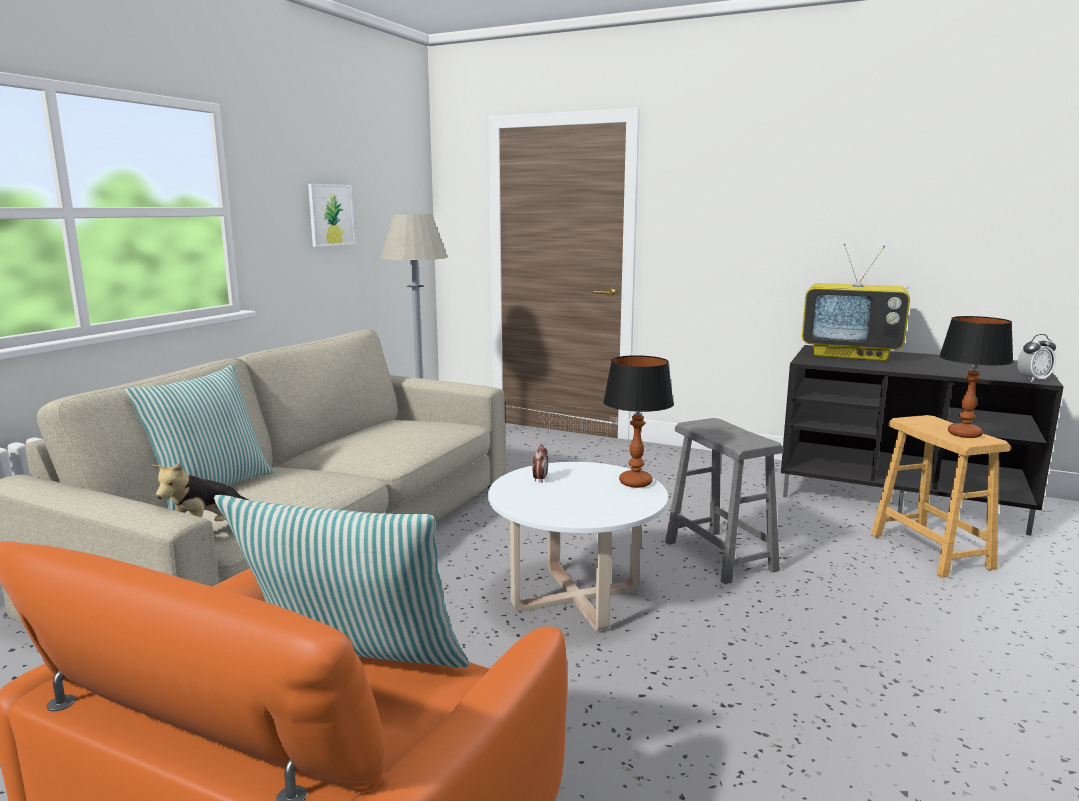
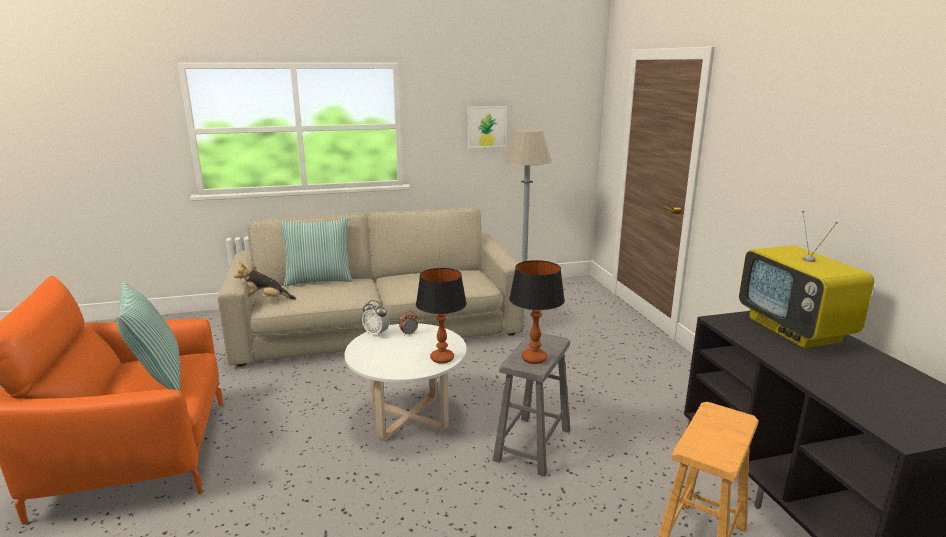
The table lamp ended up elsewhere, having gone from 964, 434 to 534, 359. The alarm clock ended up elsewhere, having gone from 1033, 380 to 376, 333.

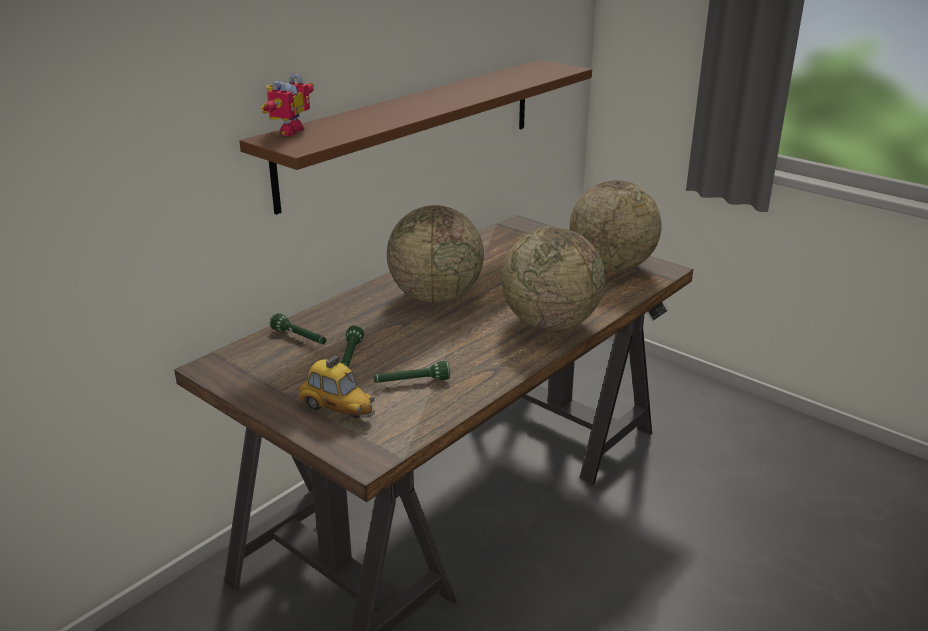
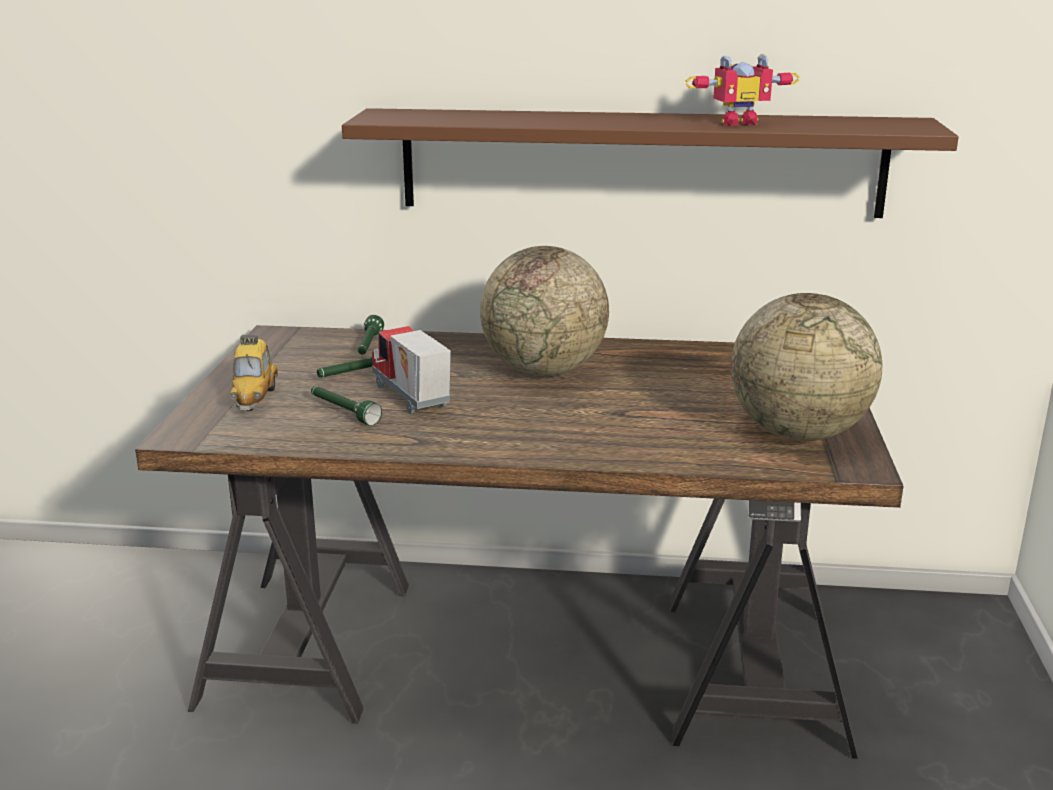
The second view lost the globe at 550, 324. The second view gained the toy truck at 409, 398. The toy robot ended up elsewhere, having gone from 287, 131 to 737, 122.

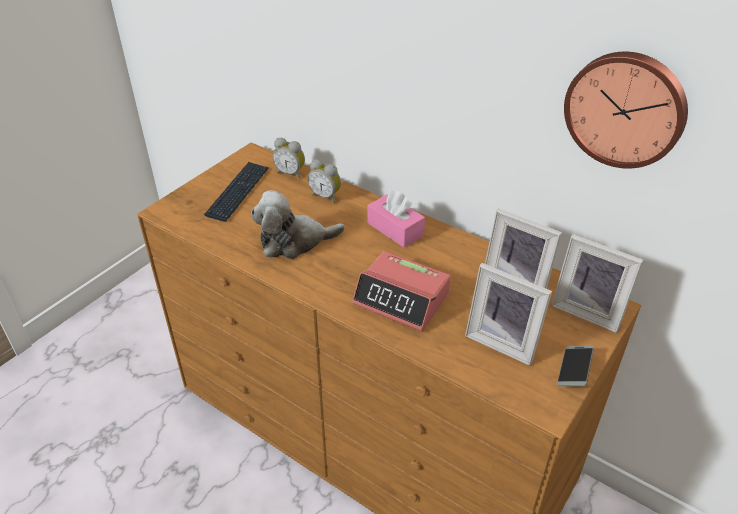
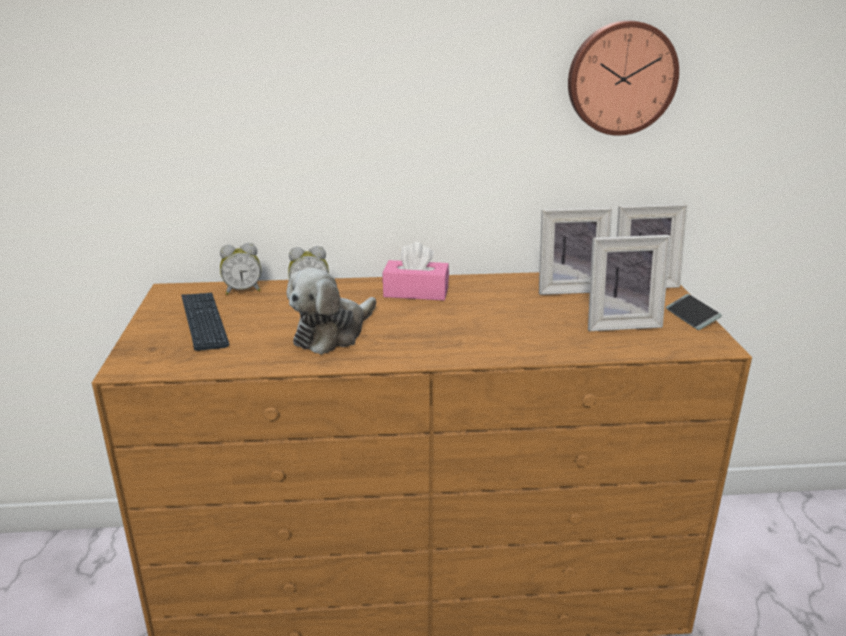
The second view lost the alarm clock at 402, 299.

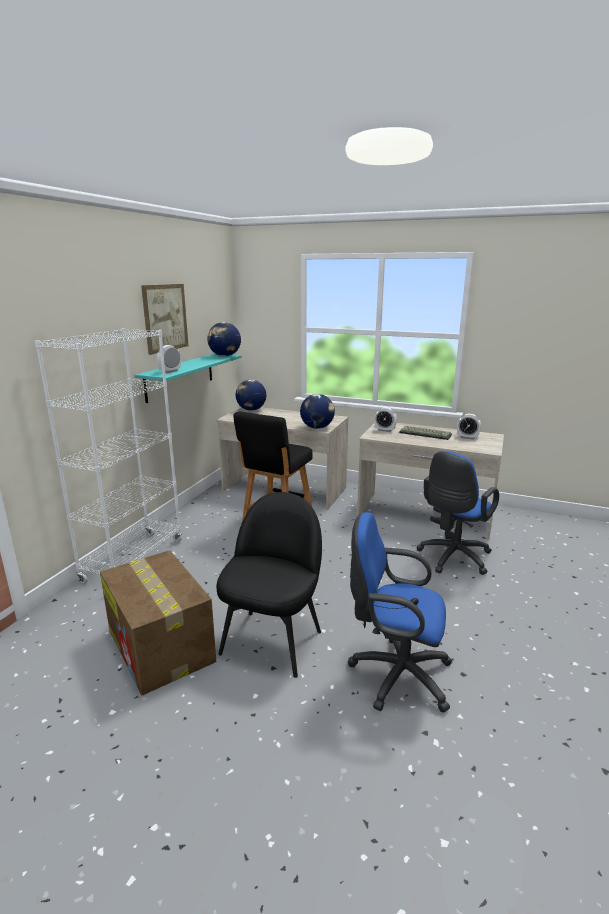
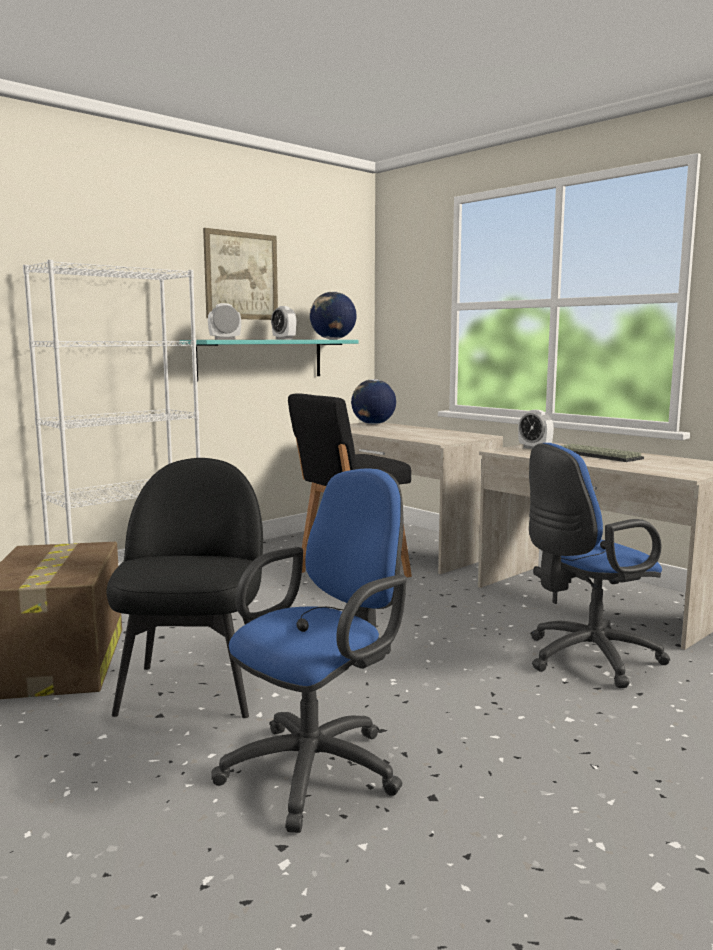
The second view lost the globe at 317, 428. The alarm clock ended up elsewhere, having gone from 467, 437 to 284, 339. The black chair at 272, 640 ended up facing another way, 45 degrees counterclockwise from before. The blue office chair at 395, 674 ended up facing another way, 90 degrees clockwise from before.

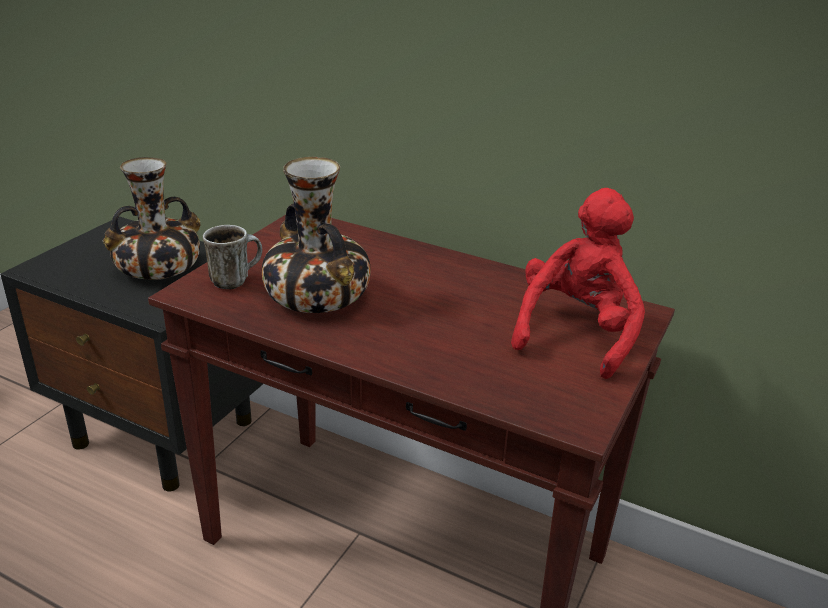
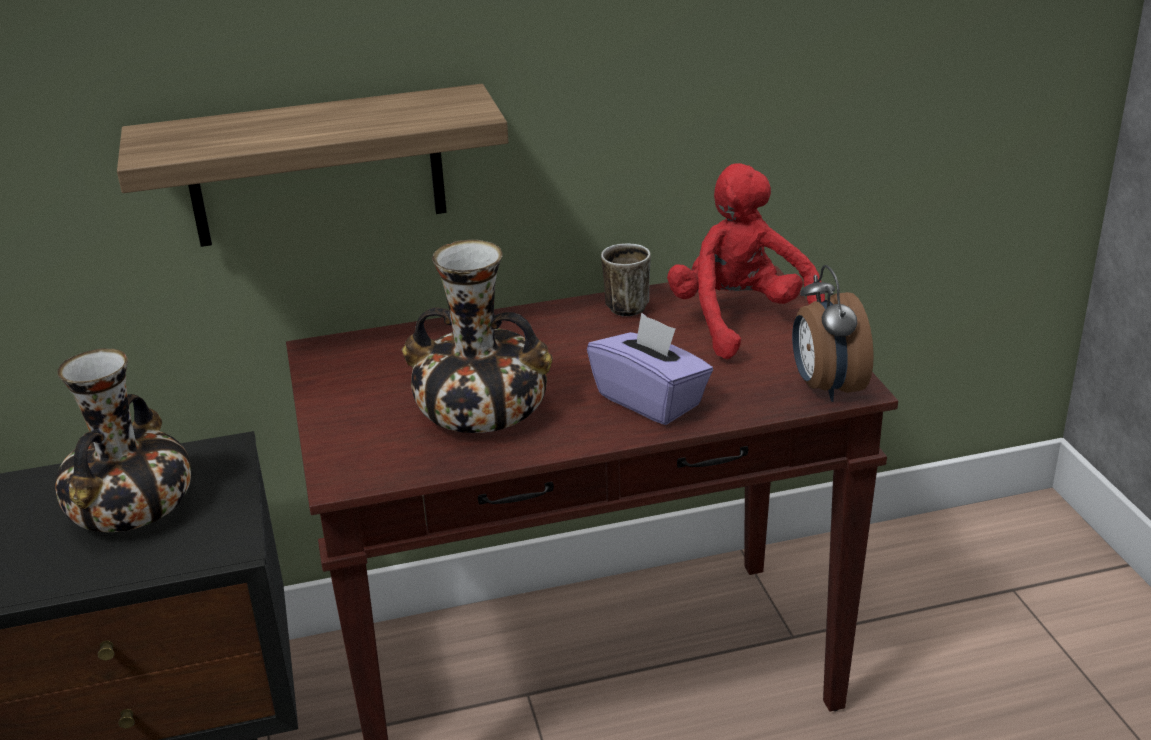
The second view gained the shelf at 316, 167. The second view gained the purple tissue box at 650, 400. The second view gained the alarm clock at 826, 387. The mug ended up elsewhere, having gone from 235, 280 to 627, 304.

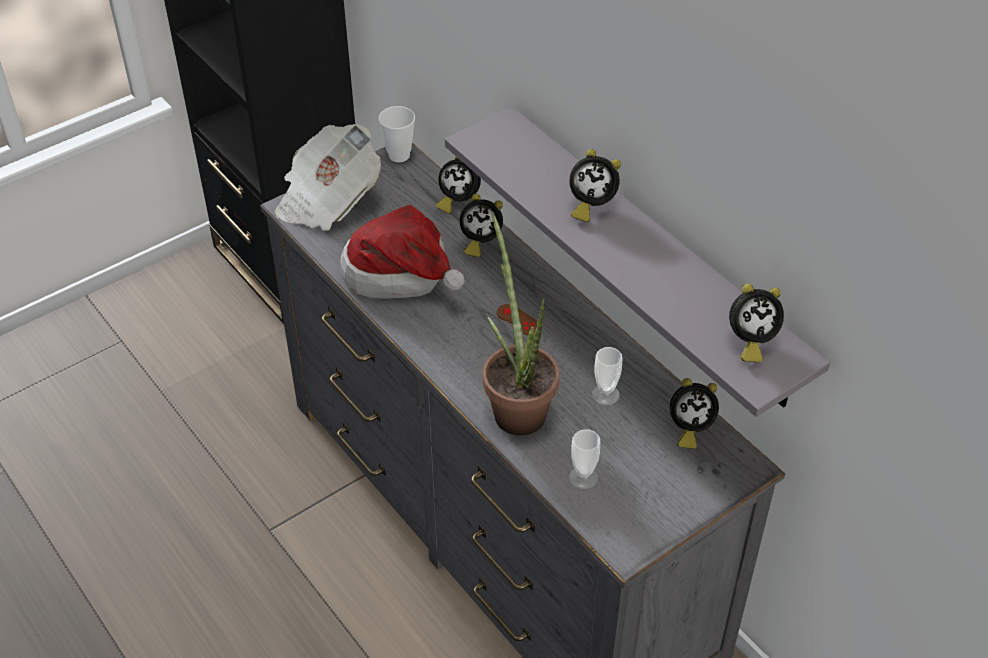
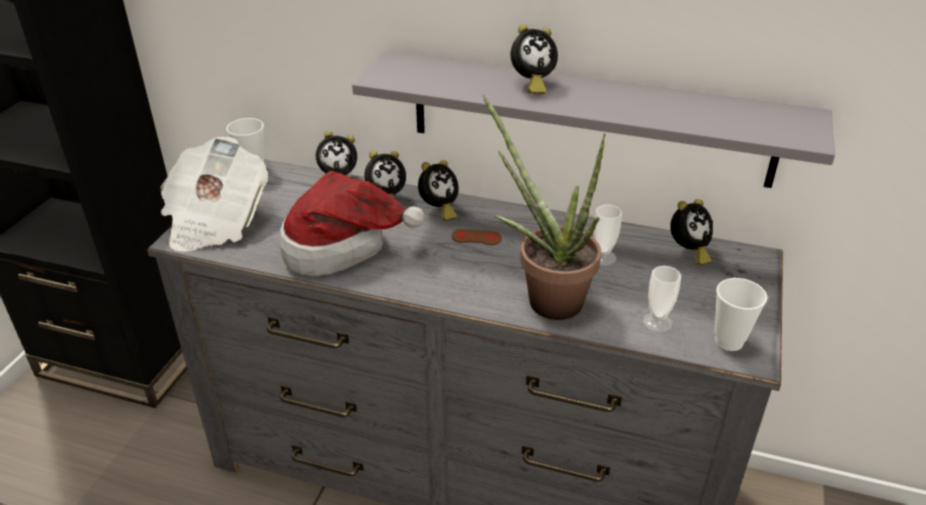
The second view gained the cup at 729, 341. The alarm clock ended up elsewhere, having gone from 749, 341 to 438, 210.

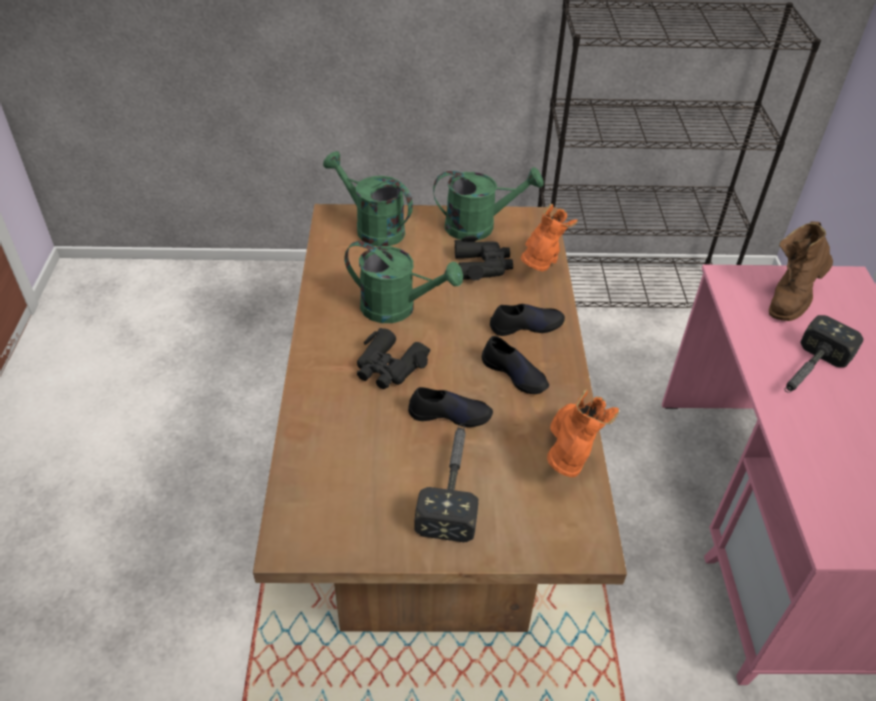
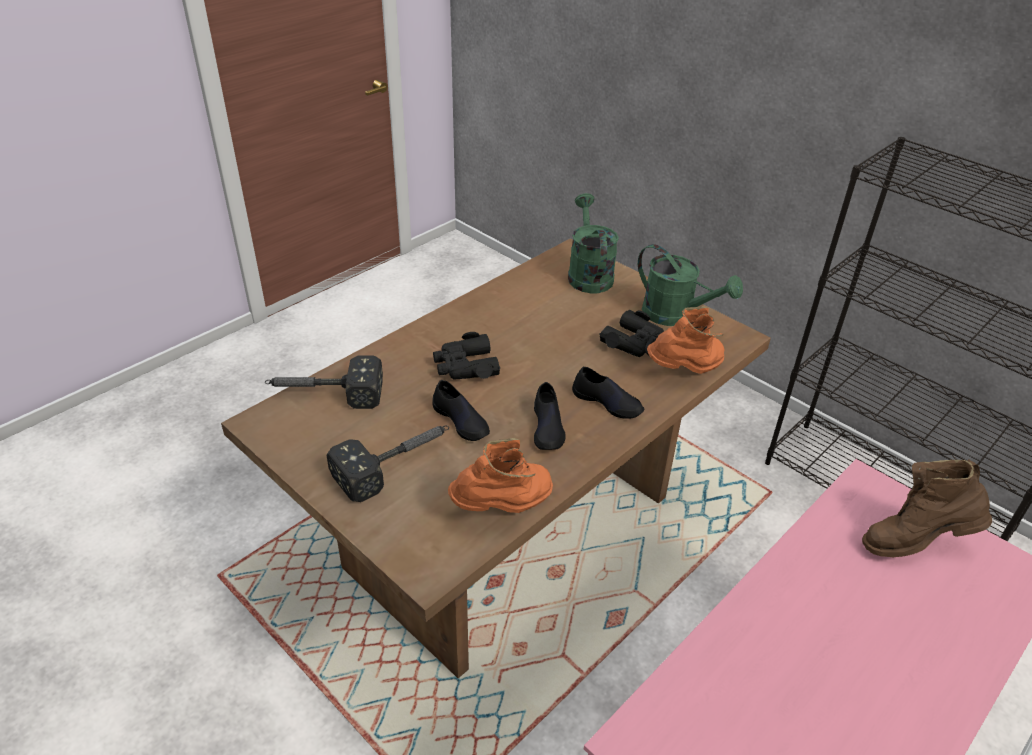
The second view lost the green watering can at 398, 308. The hammer ended up elsewhere, having gone from 808, 372 to 324, 393.

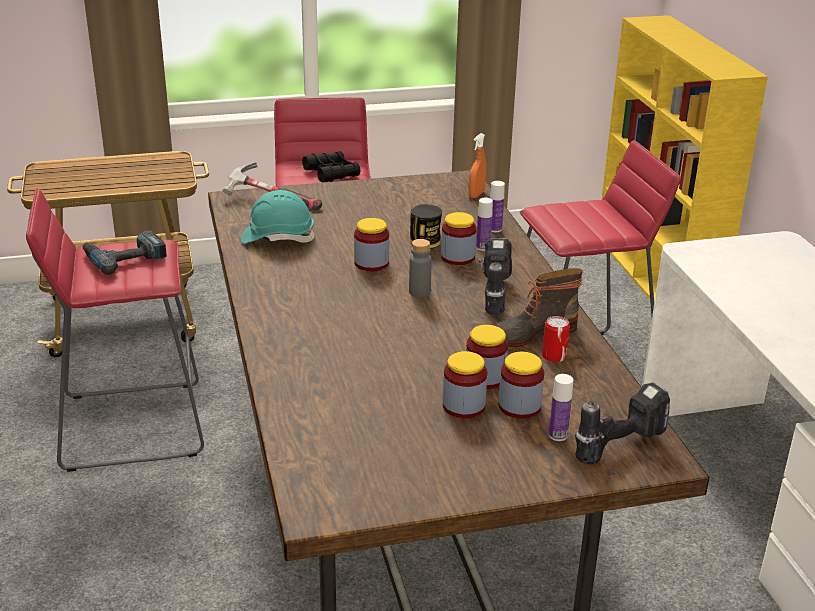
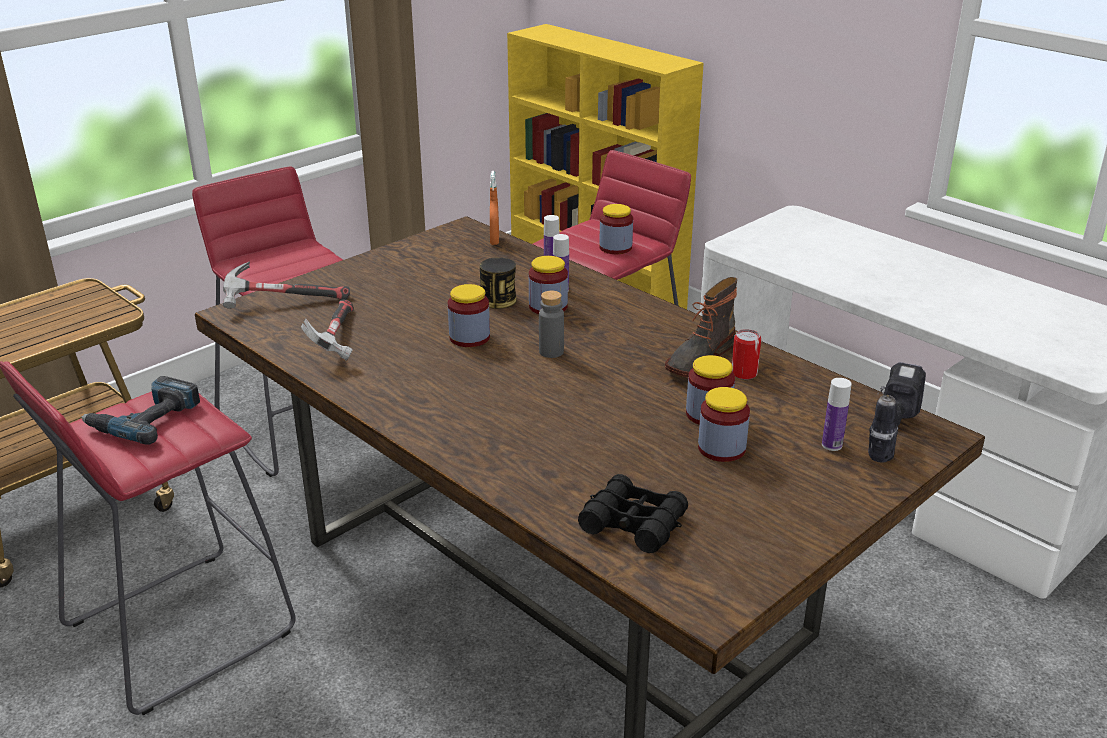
The second view lost the power drill at 492, 294. The black binoculars ended up elsewhere, having gone from 331, 173 to 633, 523. The jar ended up elsewhere, having gone from 519, 406 to 615, 248. Where the turquoise hard hat stood at 277, 237, the hammer came to stand at 336, 340.

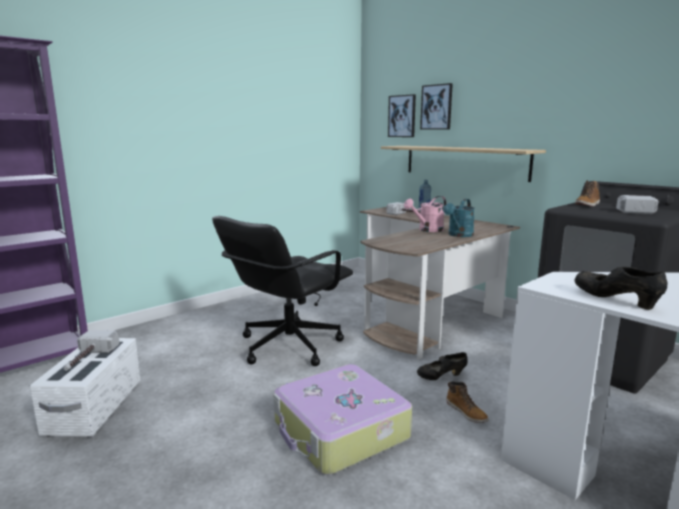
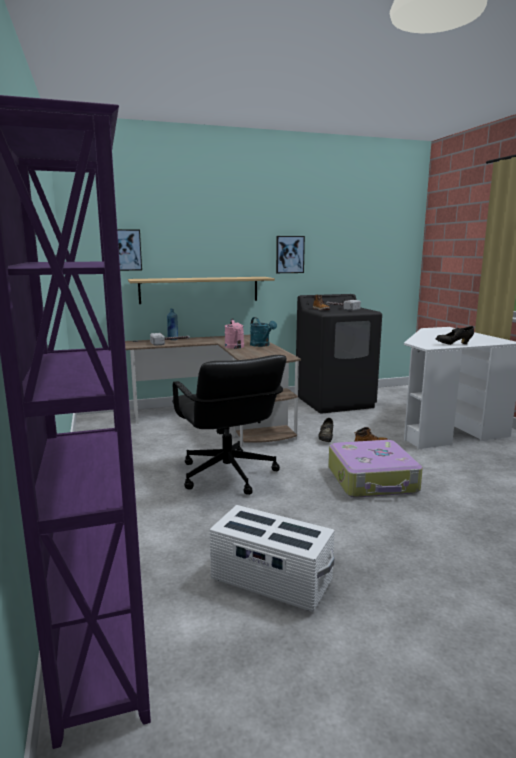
The second view lost the hammer at 87, 359. The picture ended up elsewhere, having gone from 436, 107 to 289, 254.

